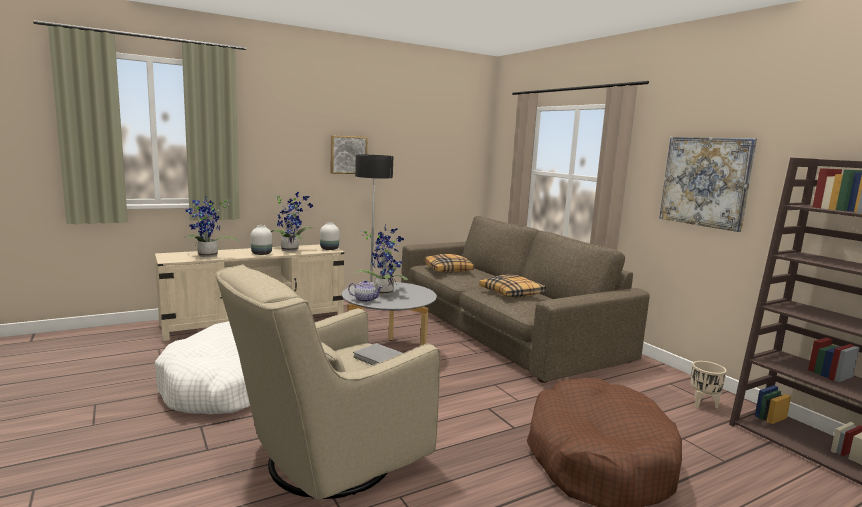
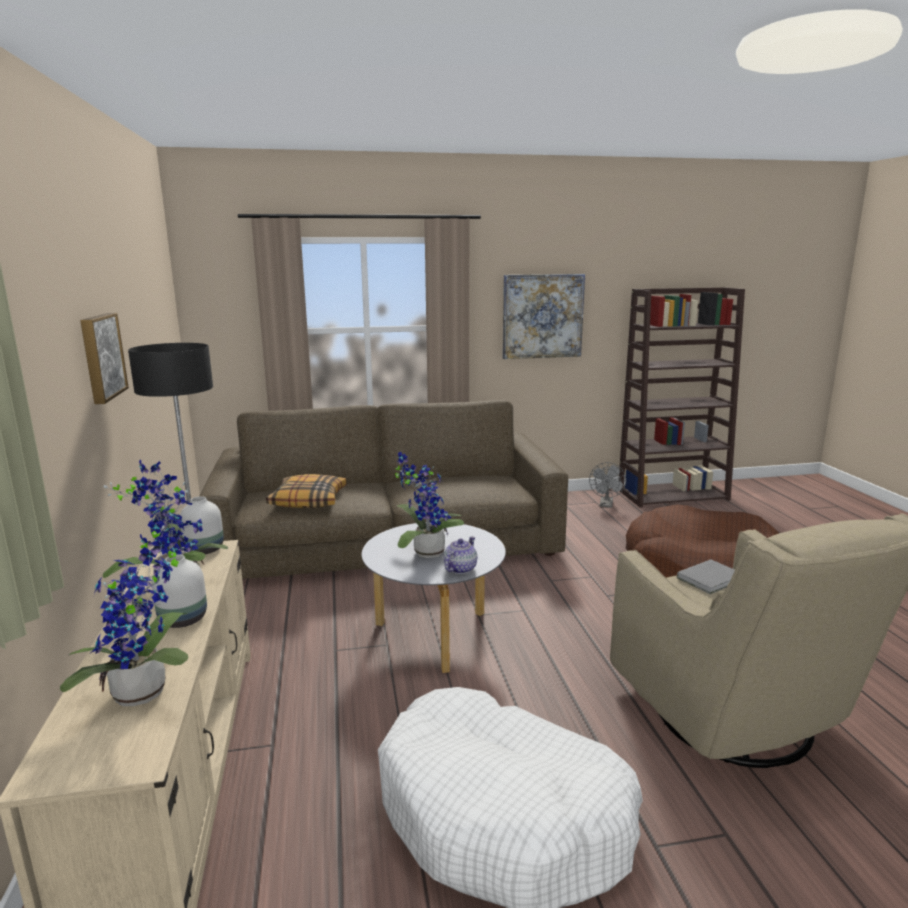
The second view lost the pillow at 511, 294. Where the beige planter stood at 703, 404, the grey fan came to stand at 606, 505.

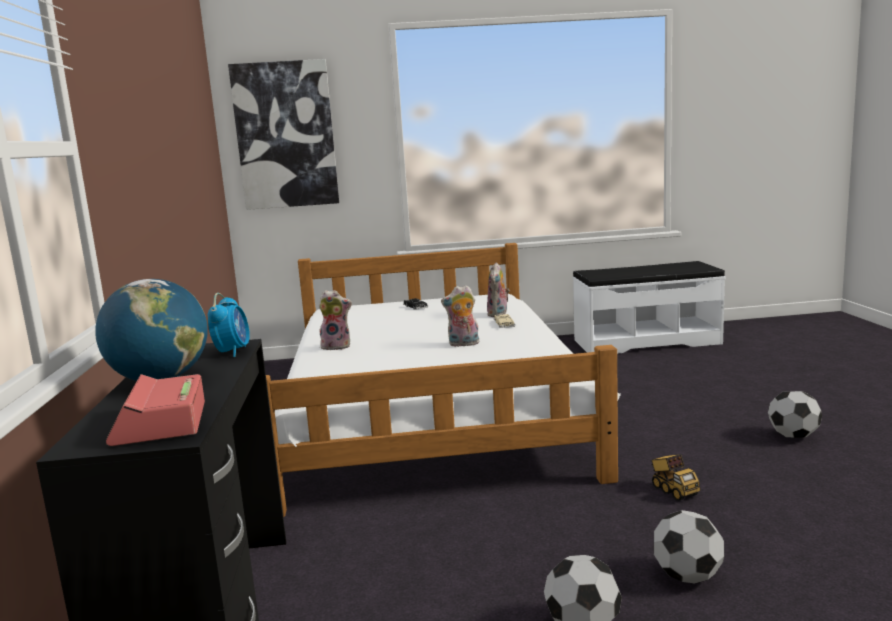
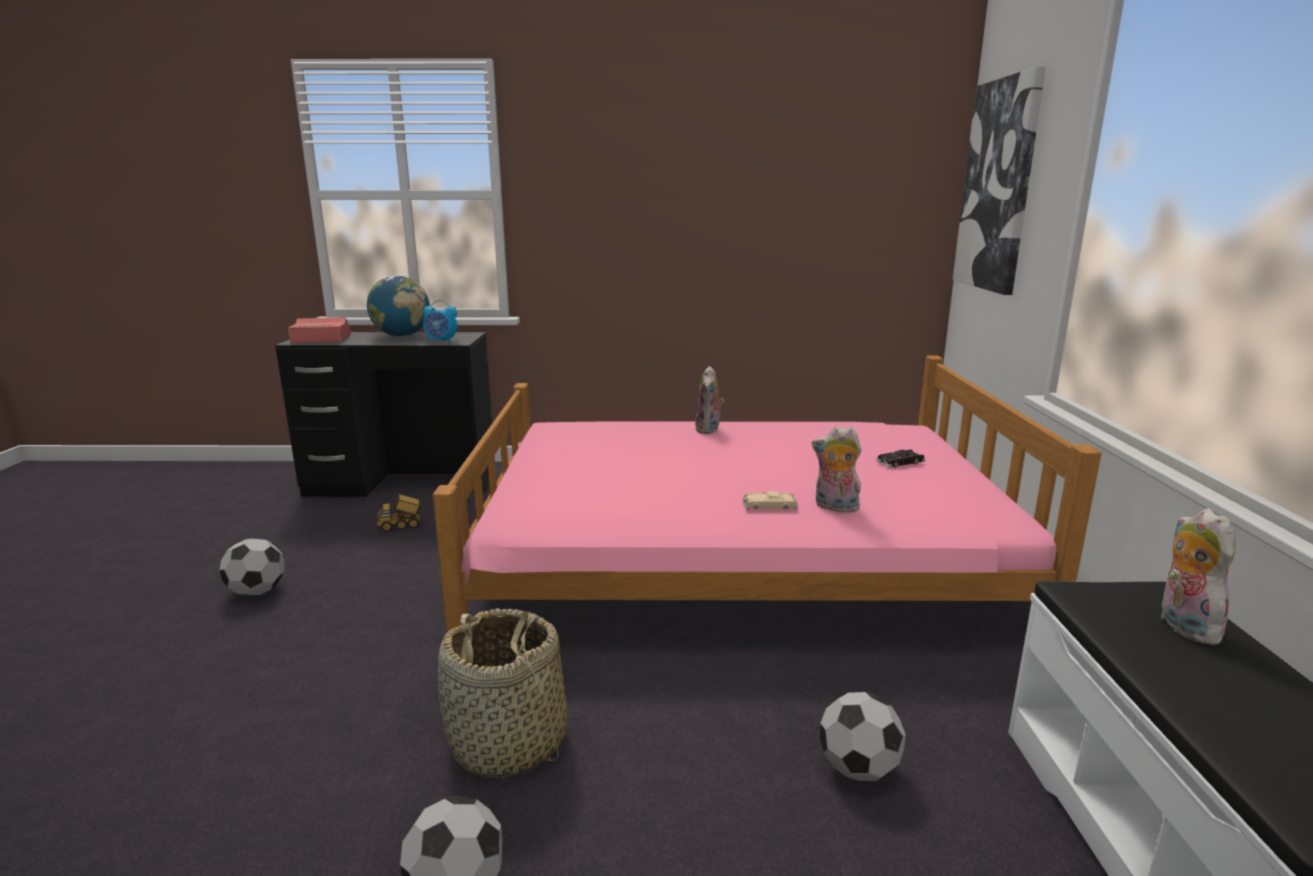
The second view gained the basket at 509, 743. The plush toy ended up elsewhere, having gone from 463, 344 to 1182, 625. The toy truck ended up elsewhere, having gone from 673, 491 to 401, 526. The football ended up elsewhere, having gone from 687, 576 to 858, 769. What was the white bed at 428, 410 turned into the pink bed at 732, 555.

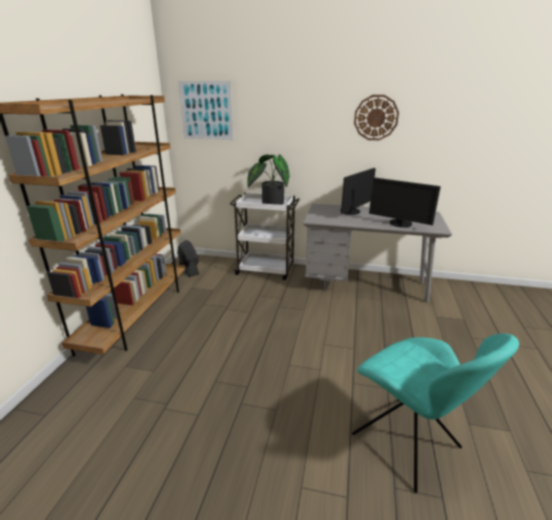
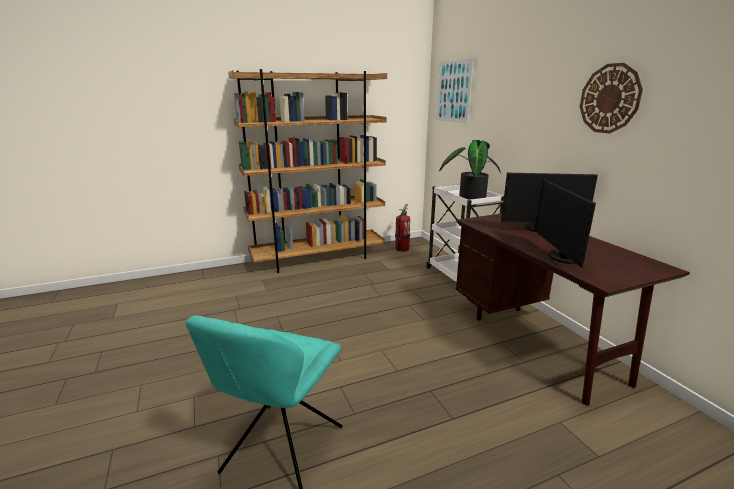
Where the black fan stood at 189, 269, the fire extinguisher came to stand at 401, 249. What was the grey desk at 365, 285 turned into the brown desk at 536, 341.

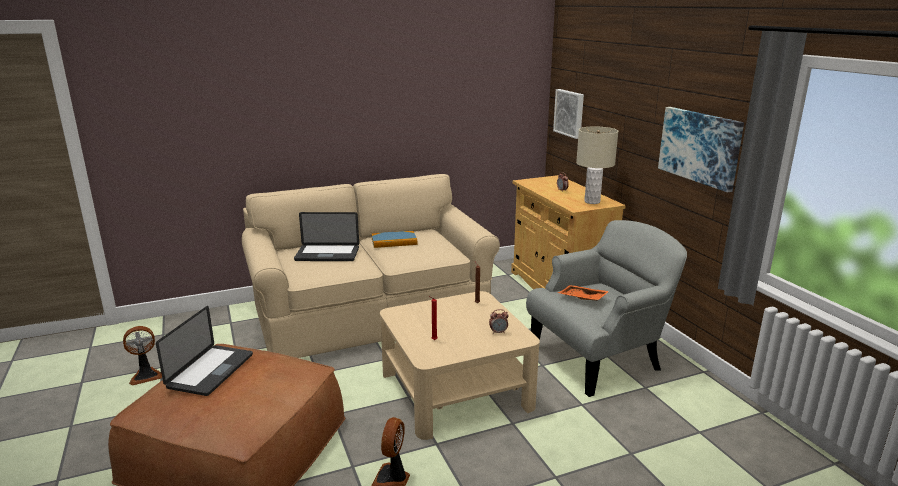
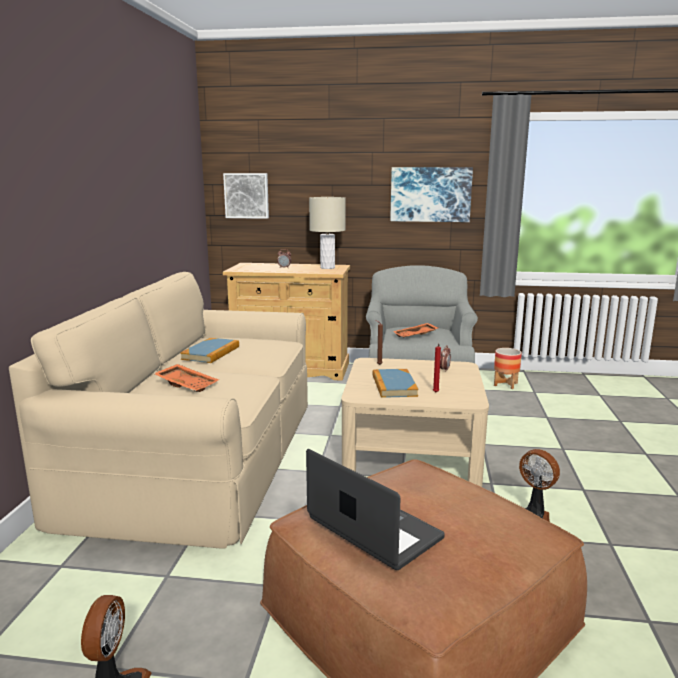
The second view gained the book at 394, 386. The second view gained the planter at 505, 384. Where the laptop stood at 327, 254, the orange tray came to stand at 187, 384.

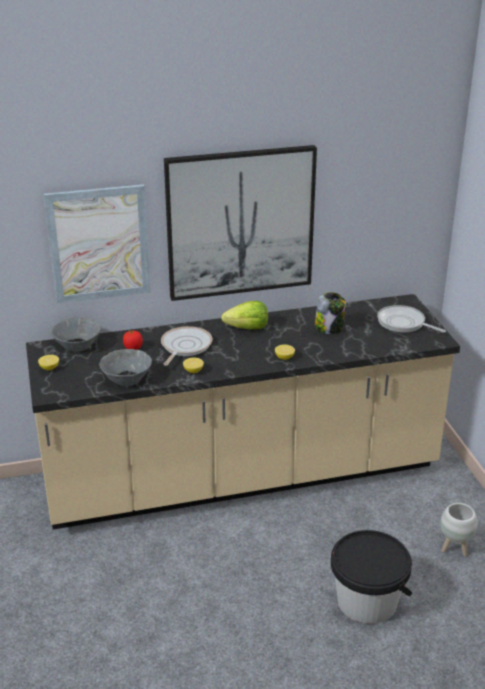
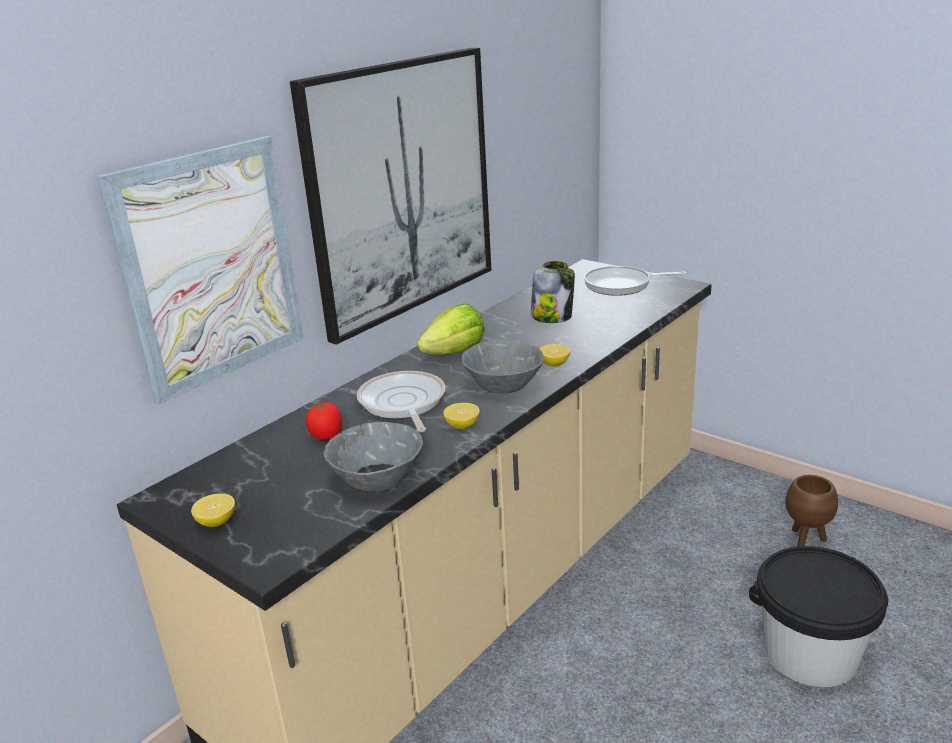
The grey bowl ended up elsewhere, having gone from 77, 346 to 504, 385. What was the white planter at 455, 549 turned into the brown planter at 806, 540.

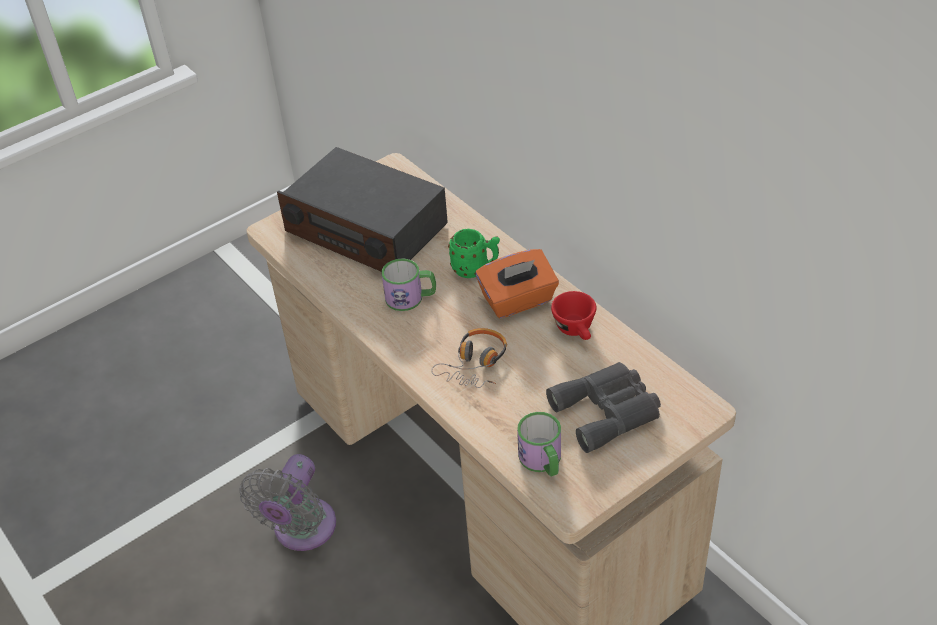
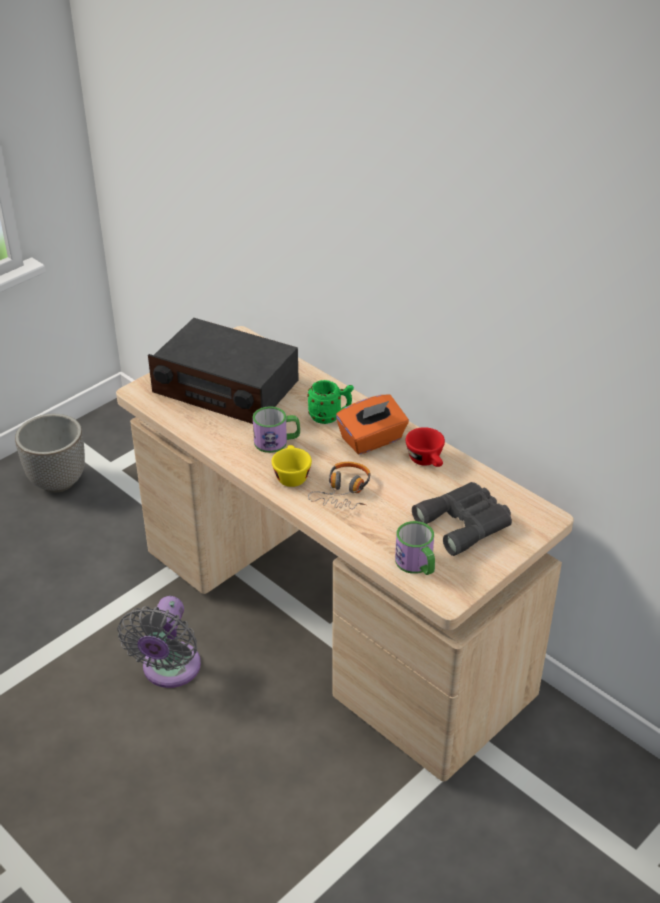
The second view gained the planter at 58, 482. The second view gained the yellow cup at 291, 475.

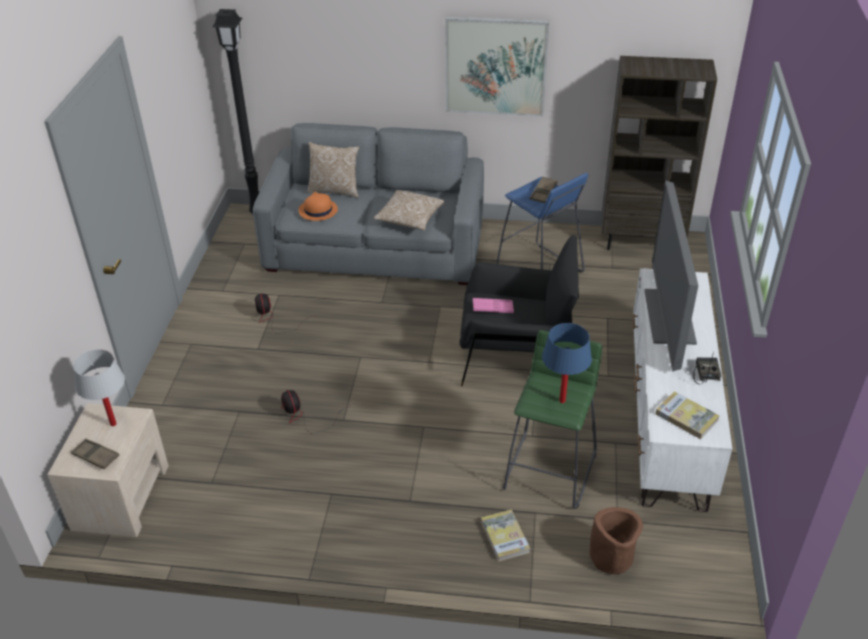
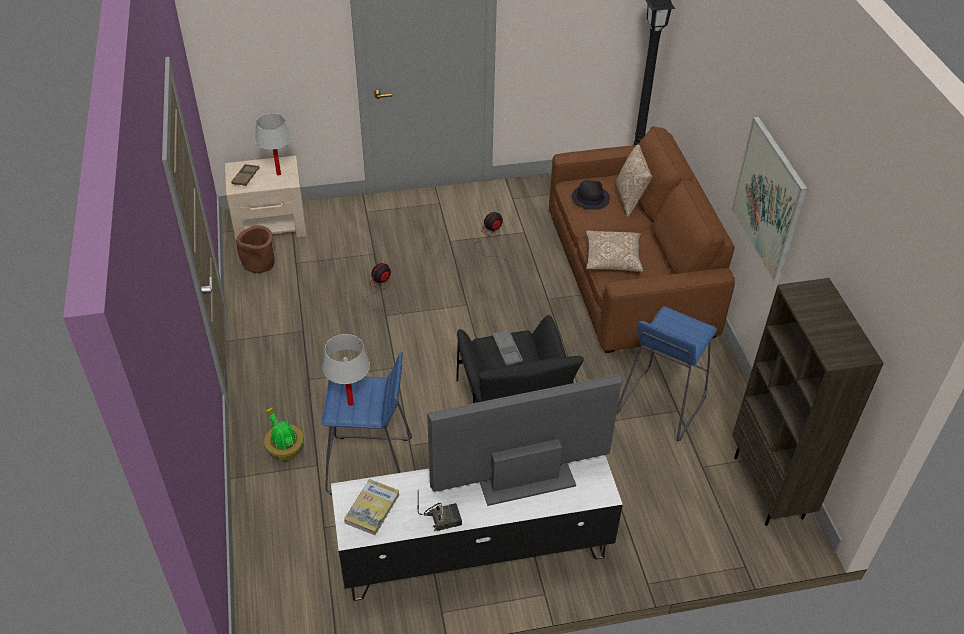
The second view lost the brown tray at 543, 192. The brown planter ended up elsewhere, having gone from 612, 557 to 259, 263. Where the book stood at 505, 537, the potted plant came to stand at 285, 449. What was the grey sofa at 376, 246 turned into the brown sofa at 629, 273. What was the orange hat at 318, 210 turned into the black hat at 590, 198. What was the pink tray at 492, 308 turned into the grey tray at 507, 350. What was the green stool at 550, 470 turned into the blue stool at 371, 467. What was the blue table lamp at 562, 401 turned into the white table lamp at 350, 403.

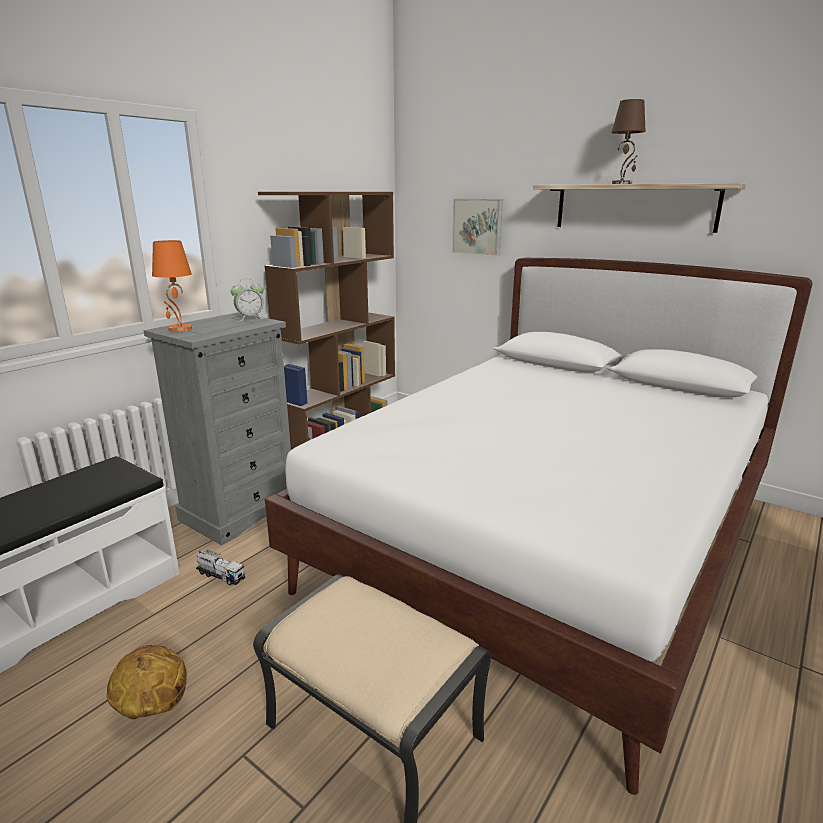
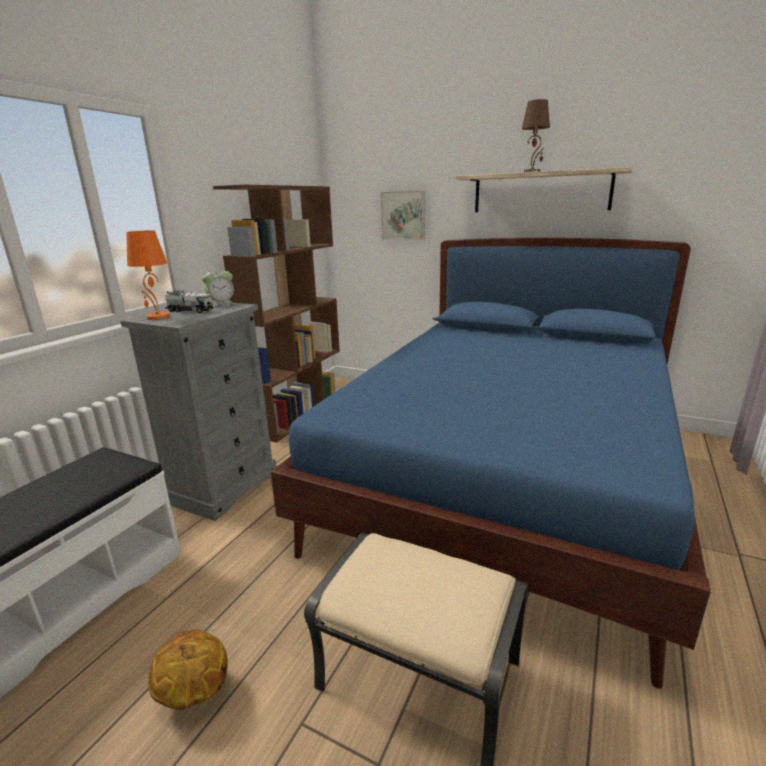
The toy truck ended up elsewhere, having gone from 221, 576 to 190, 311. What was the white bed at 548, 542 turned into the blue bed at 507, 479.

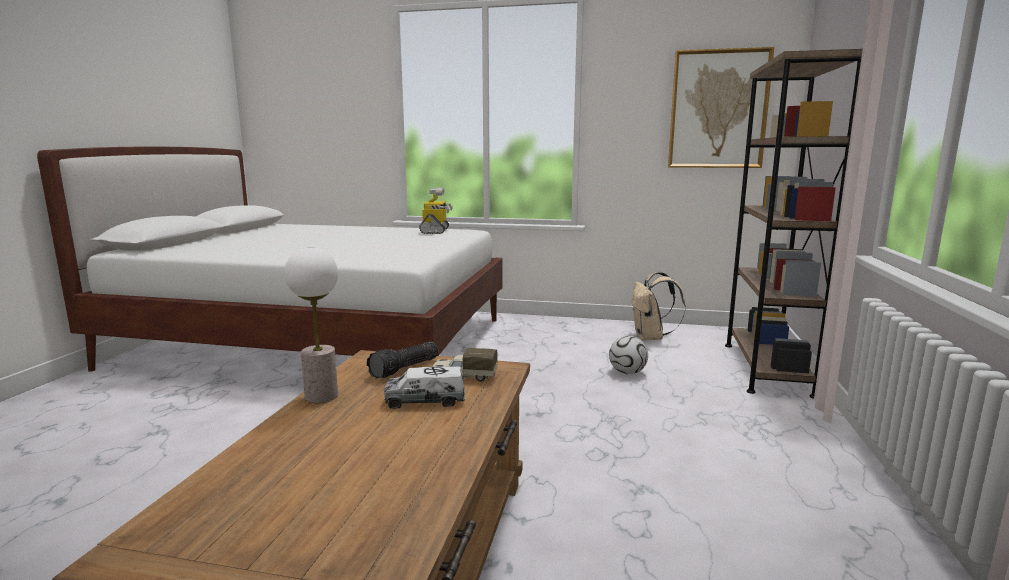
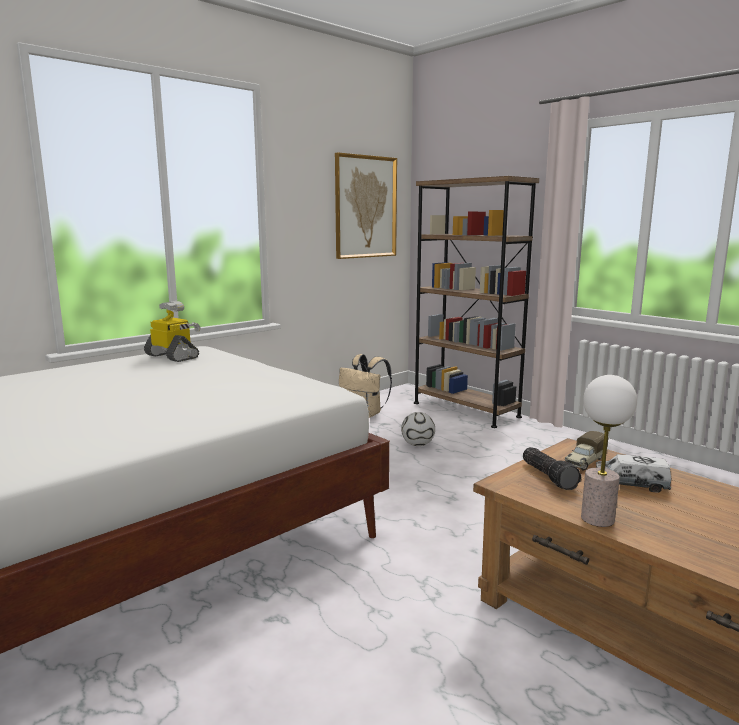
The toy truck at 425, 400 ended up facing another way, 75 degrees clockwise from before.

